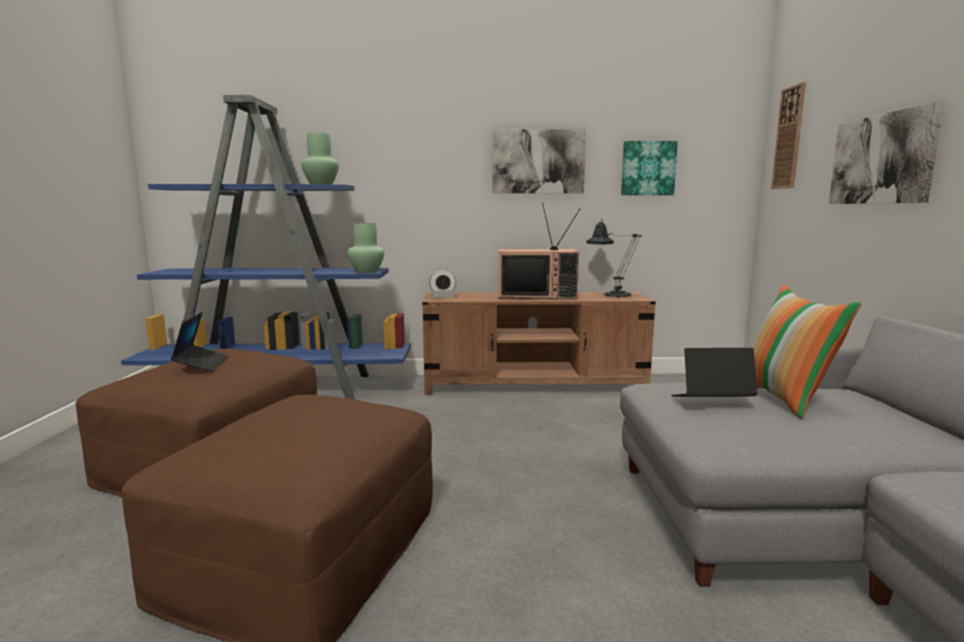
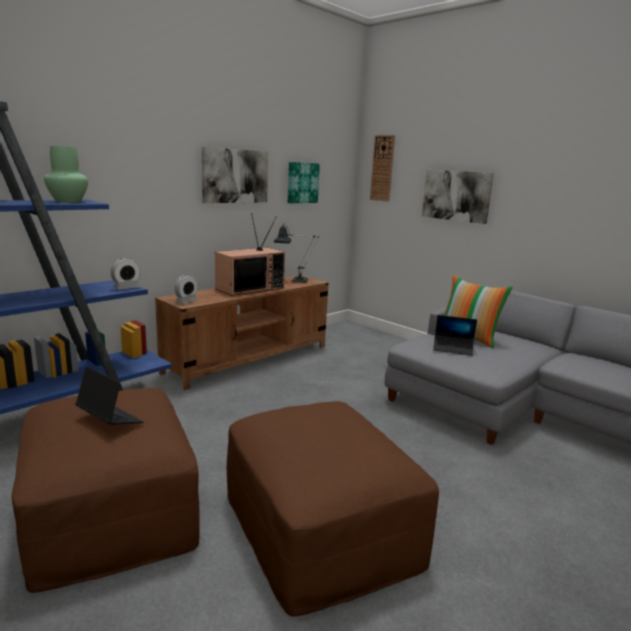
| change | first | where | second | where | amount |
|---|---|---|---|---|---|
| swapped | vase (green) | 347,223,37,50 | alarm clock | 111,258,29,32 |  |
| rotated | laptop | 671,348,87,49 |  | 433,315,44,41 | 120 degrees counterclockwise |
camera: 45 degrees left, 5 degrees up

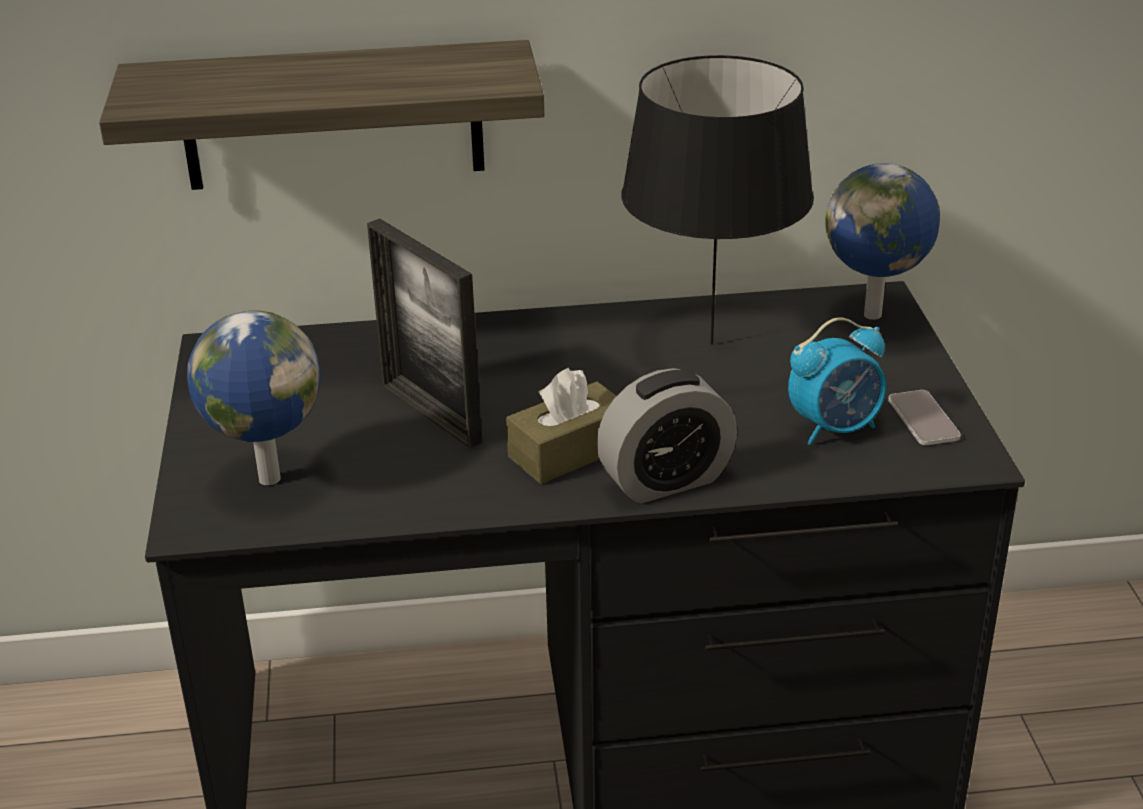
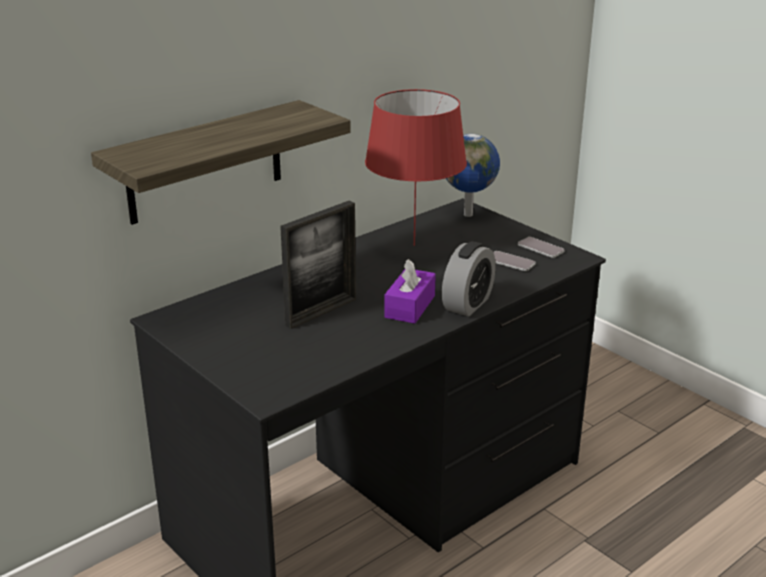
| change | first | where | second | where | amount |
|---|---|---|---|---|---|
| gone | globe | 187,310,134,175 |  |  |  |
| rotated | picture frame | 367,219,115,229 |  | 280,201,76,128 | 60 degrees counterclockwise |
| repainted | tissue box (brown) | 506,368,110,116 | tissue box (purple) | 384,259,52,65 |  |
| repainted | table lamp (black) | 622,55,192,290 | table lamp (red) | 365,89,102,157 |  |
| swapped | alarm clock | 788,317,98,128 | phone | 493,251,43,20 |  |
camera: 35 degrees left, 5 degrees down

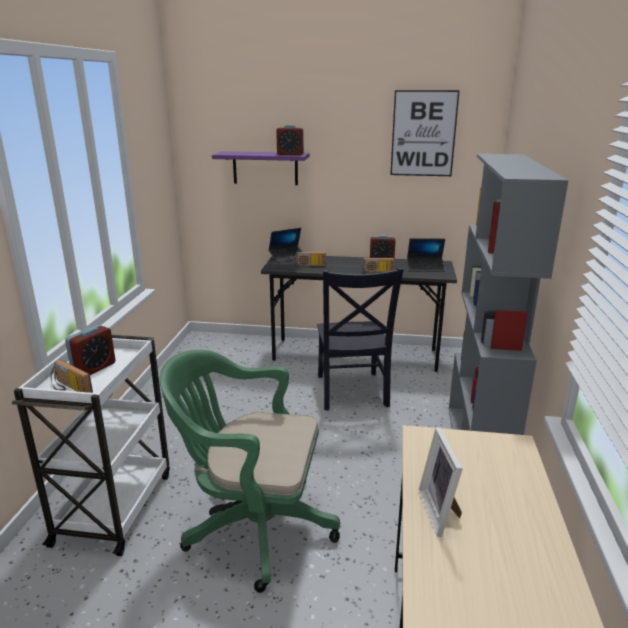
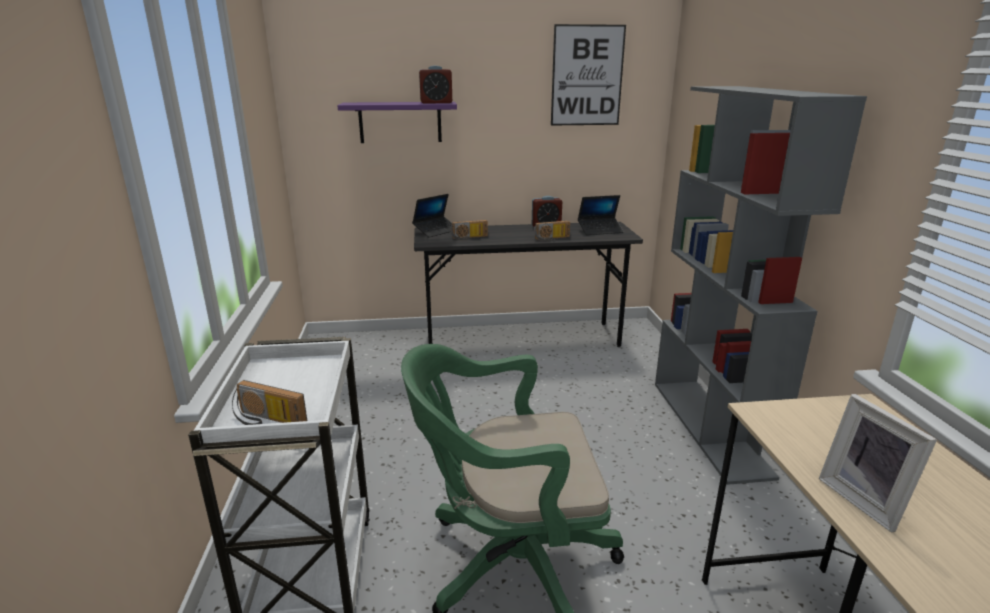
| change | first | where | second | where | amount |
|---|---|---|---|---|---|
| gone | alarm clock | 65,325,51,50 |  |  |  |
| gone | chair (black) | 317,268,87,142 |  |  |  |
camera: 15 degrees left, 0 degrees up

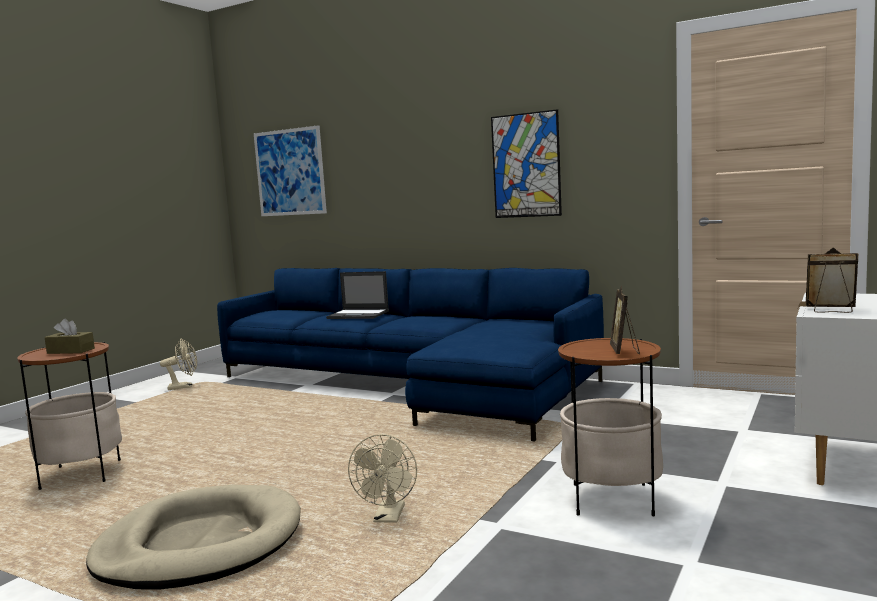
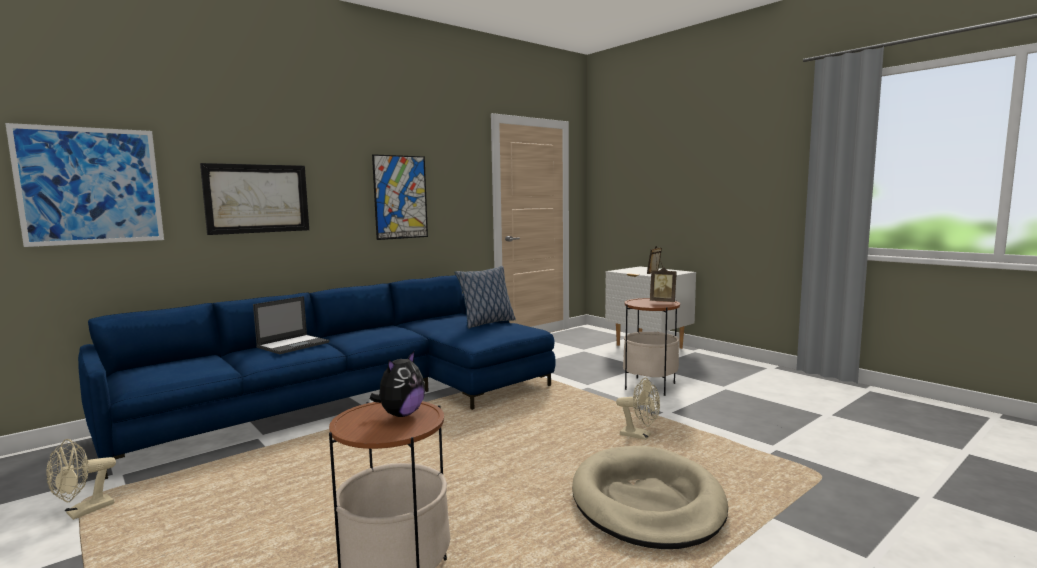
| change | first | where | second | where | amount |
|---|---|---|---|---|---|
| swapped | tissue box (brown) | 45,318,50,36 | plush toy | 370,351,55,66 |  |
| rotated | fan (beige) | 160,339,37,51 |  | 46,439,70,81 | 150 degrees counterclockwise |
| new |  |  | picture | 200,163,109,72 |  |
| new |  |  | pillow | 454,266,62,63 |  |
camera: 70 degrees left, 0 degrees up

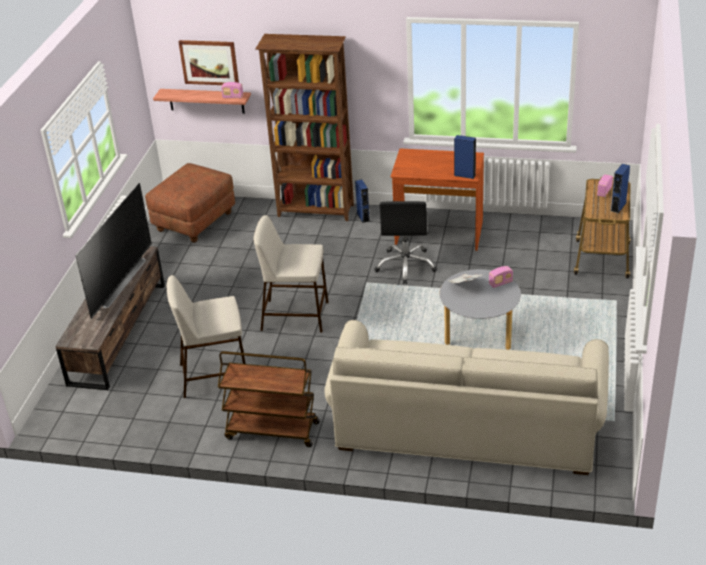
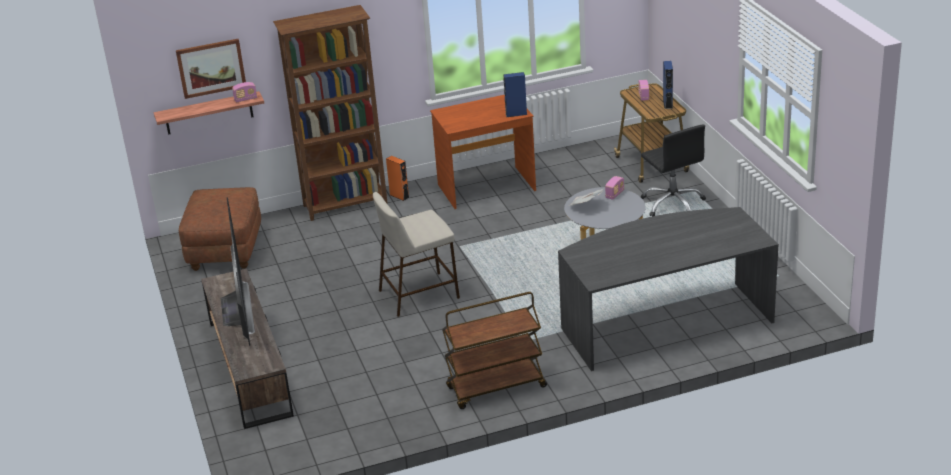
| change | first | where | second | where | amount |
|---|---|---|---|---|---|
| gone | stool (beige) | 167,275,78,123 |  |  |  |
| swapped | sofa (beige) | 324,320,285,155 | desk (grey) | 558,207,221,164 |  |
| repainted | speaker (blue) | 355,179,15,44 | speaker (orange) | 386,156,23,45 |  |
| shifted | office chair (black) | 374,201,63,83 |  | 641,124,65,92 |  |
camera: 30 degrees left, 5 degrees down

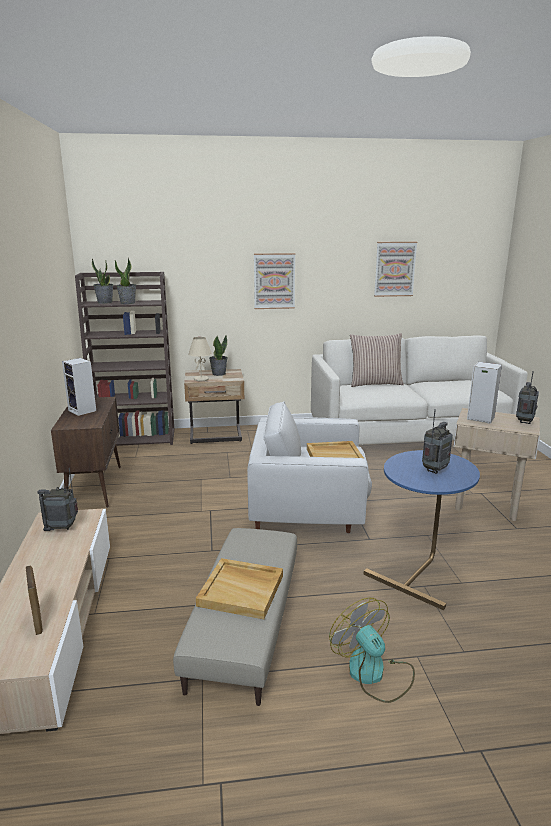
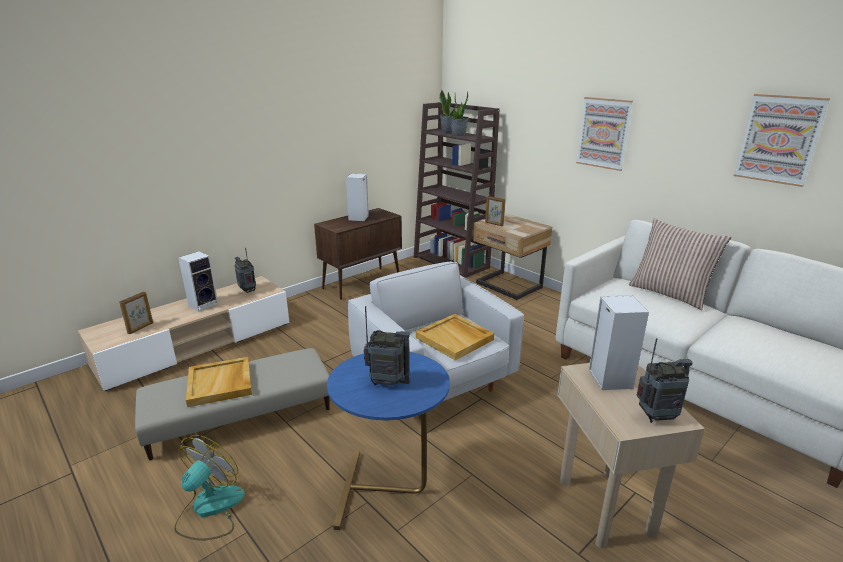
| change | first | where | second | where | amount |
|---|---|---|---|---|---|
| swapped | table lamp (beige) | 188,337,24,44 | picture frame | 485,196,20,30 |  |
| gone | potted plant | 209,335,19,41 |  |  |  |
| new |  |  | speaker | 178,251,40,61 |  |
camera: 55 degrees right, 5 degrees up

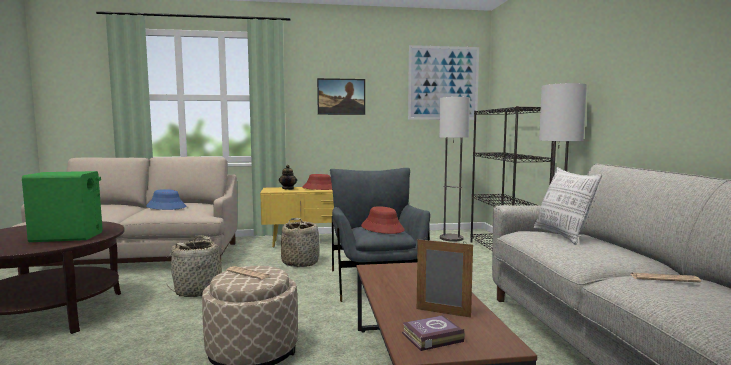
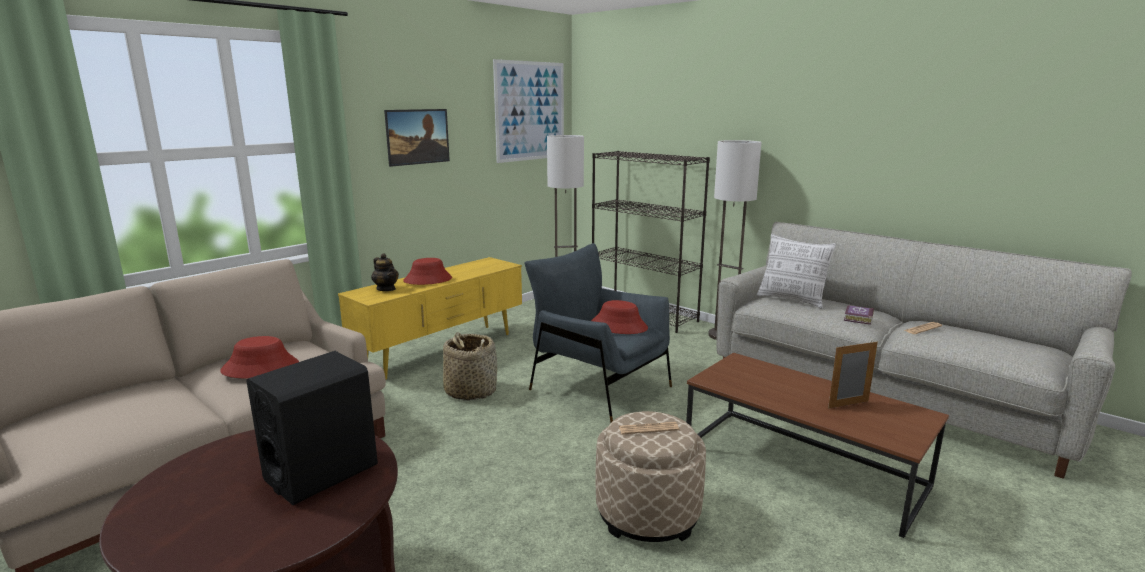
| change | first | where | second | where | amount |
|---|---|---|---|---|---|
| repainted | speaker (green) | 22,171,81,71 | speaker (black) | 247,351,131,154 |  |
| repainted | hat (blue) | 146,189,40,21 | hat (red) | 220,336,79,42 |  |
| gone | basket | 166,235,59,62 |  |  |  |
| shifted | book | 402,315,63,36 |  | 844,305,30,20 |  |
camera: 40 degrees left, 10 degrees up

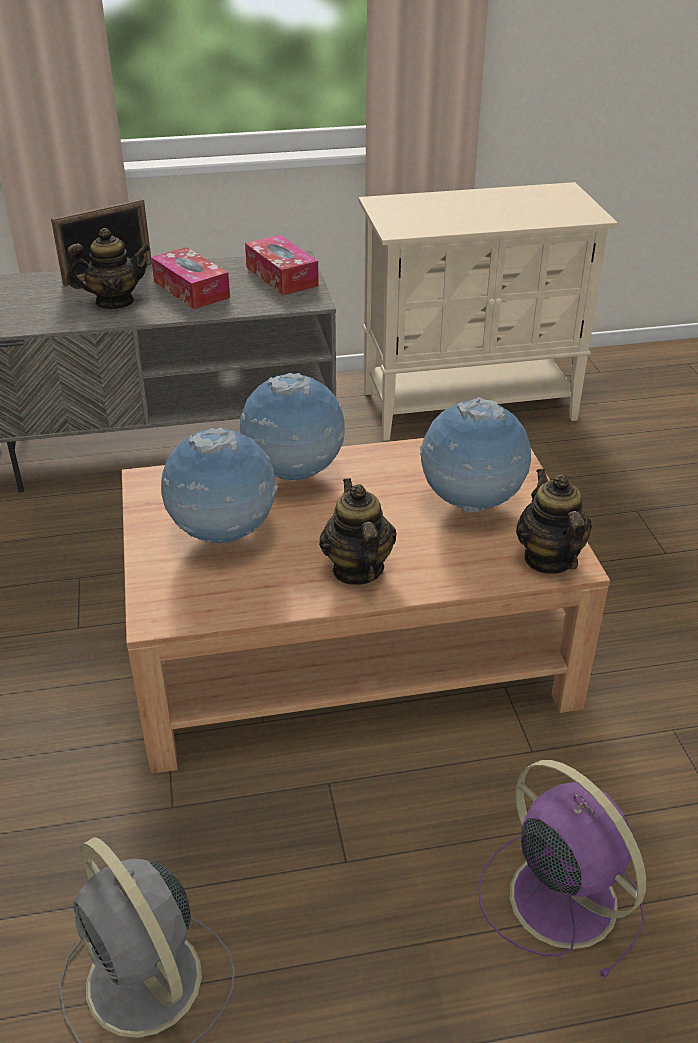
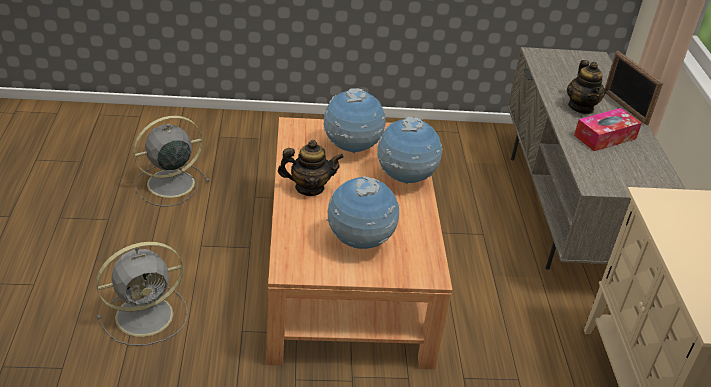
| change | first | where | second | where | amount |
|---|---|---|---|---|---|
| gone | tissue box | 245,235,74,60 |  |  |  |
| repainted | fan (purple) | 478,760,168,219 | fan (grey) | 96,242,92,104 |  |
| gone | teapot | 516,469,76,105 |  |  |  |
camera: 95 degrees right, 0 degrees up

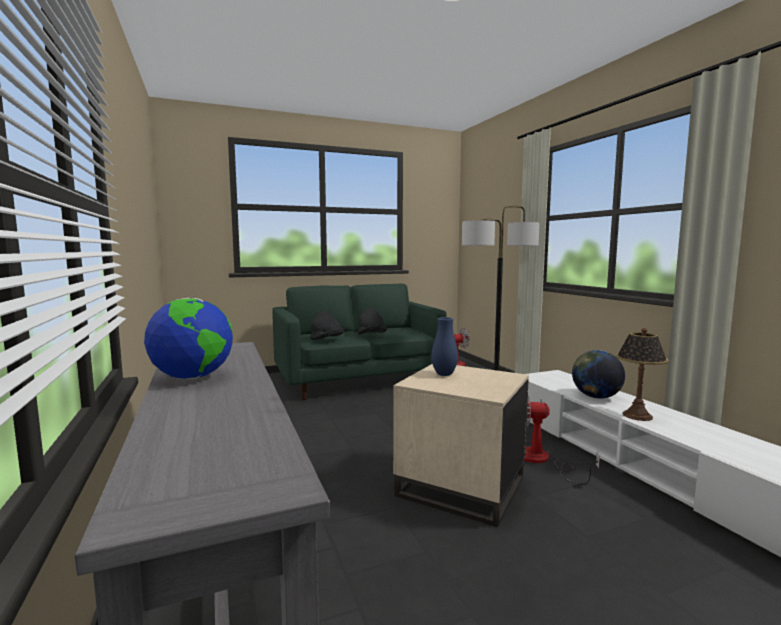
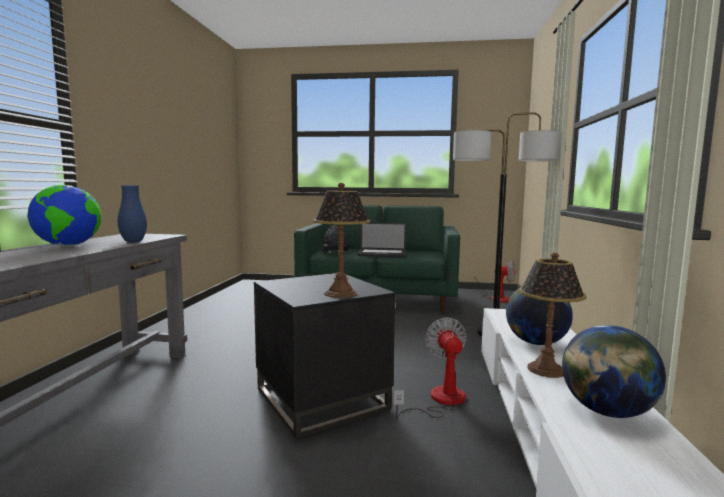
| change | first | where | second | where | amount |
|---|---|---|---|---|---|
| swapped | hat (black) | 357,308,30,26 | laptop | 357,222,49,35 |  |
| repainted | side table (beige) | 393,364,136,163 | side table (black) | 254,273,141,166 |  |
| shifted | vase (blue) | 431,317,27,59 |  | 118,185,29,57 |  |
| rotated | fan | 524,396,76,89 |  | 394,317,73,103 | 45 degrees clockwise |
| new |  |  | table lamp | 313,183,57,115 |  |
| new |  |  | globe | 562,325,104,93 |  |
camera: 30 degrees right, 0 degrees up

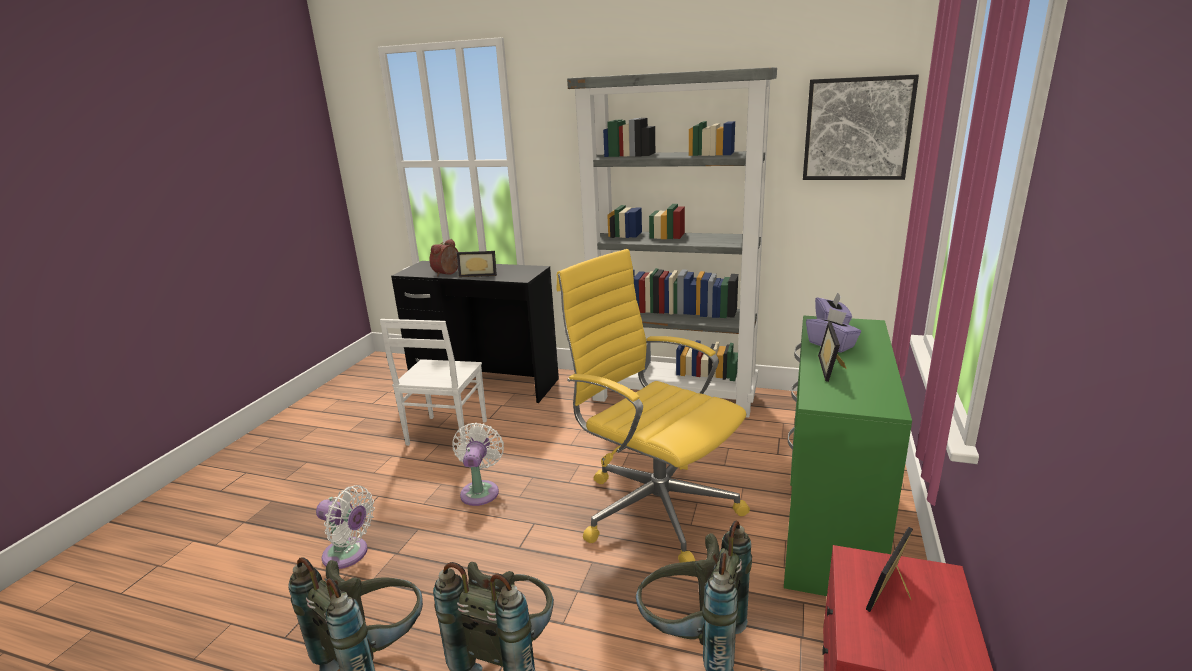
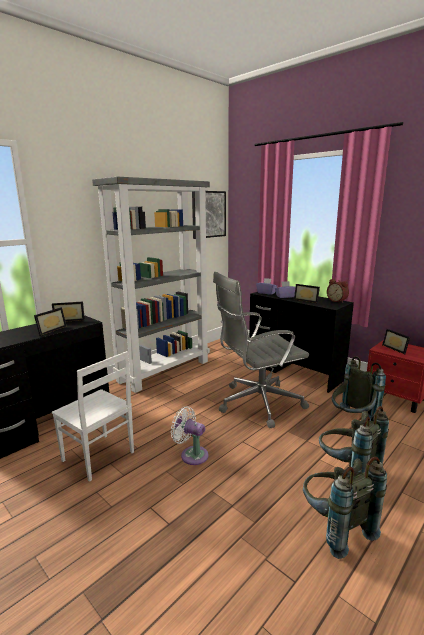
| change | first | where | second | where | amount |
|---|---|---|---|---|---|
| gone | fan (white) | 316,485,59,84 |  |  |  |
| shifted | alarm clock | 430,239,28,38 |  | 327,279,22,24 |  |
| repainted | office chair (yellow) | 556,249,194,314 | office chair (grey) | 213,272,96,156 |  |
| repainted | desk (green) | 784,316,128,280 | desk (black) | 249,292,105,101 |  |
| new |  |  | picture frame | 52,301,33,21 |  |
camera: 65 degrees left, 5 degrees down

